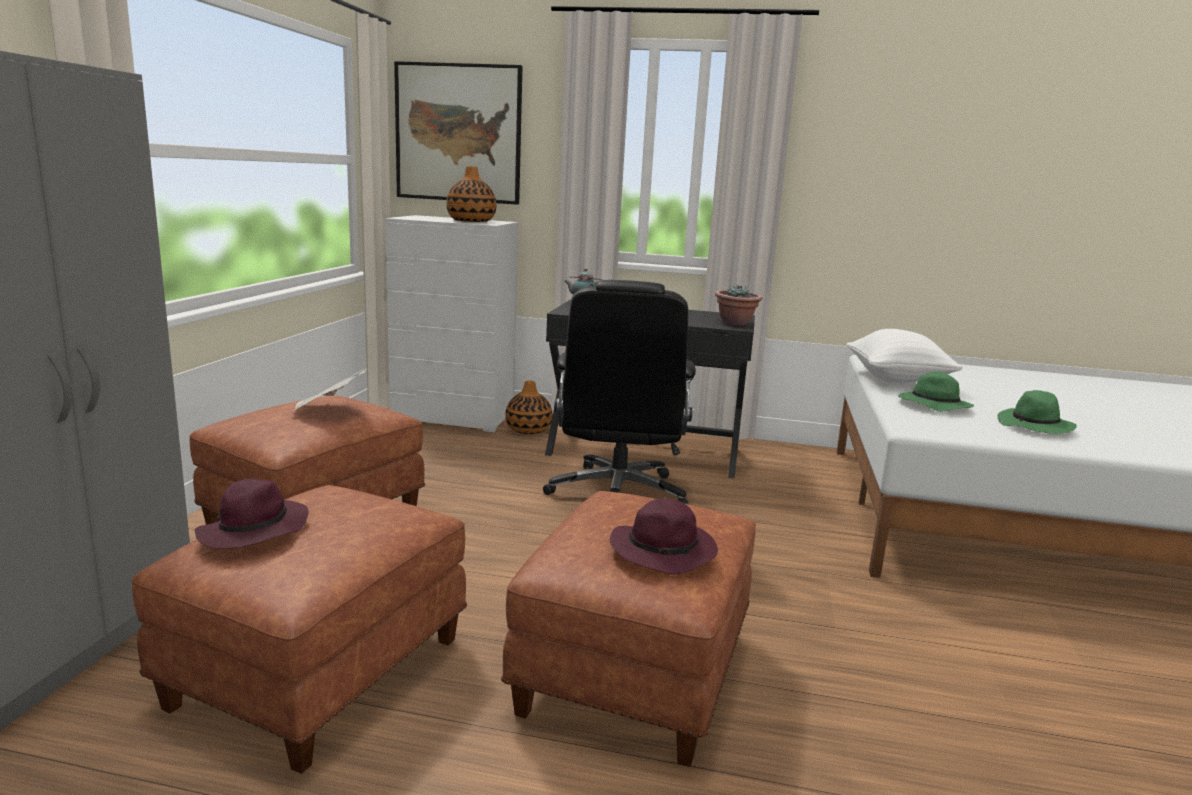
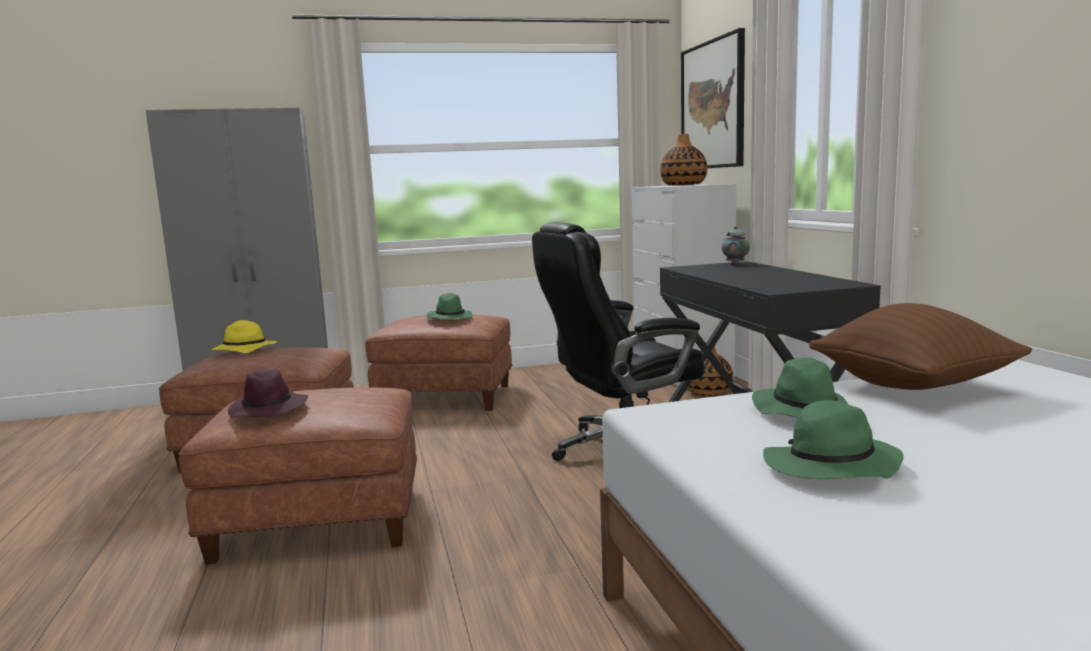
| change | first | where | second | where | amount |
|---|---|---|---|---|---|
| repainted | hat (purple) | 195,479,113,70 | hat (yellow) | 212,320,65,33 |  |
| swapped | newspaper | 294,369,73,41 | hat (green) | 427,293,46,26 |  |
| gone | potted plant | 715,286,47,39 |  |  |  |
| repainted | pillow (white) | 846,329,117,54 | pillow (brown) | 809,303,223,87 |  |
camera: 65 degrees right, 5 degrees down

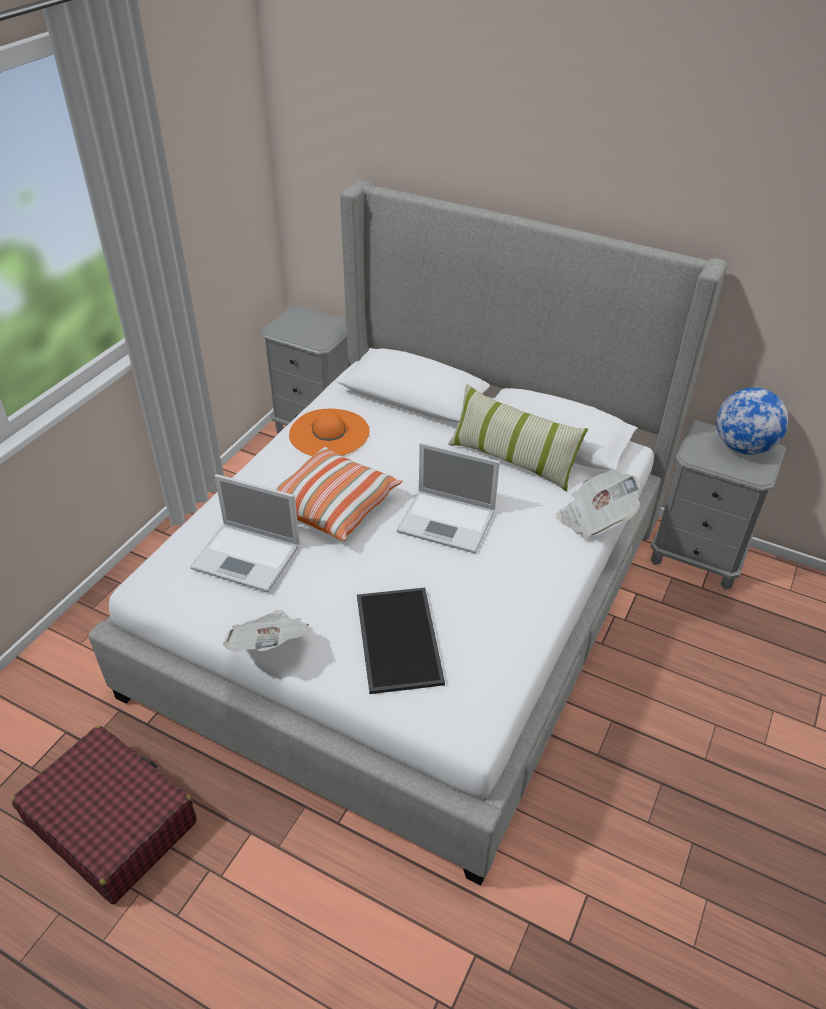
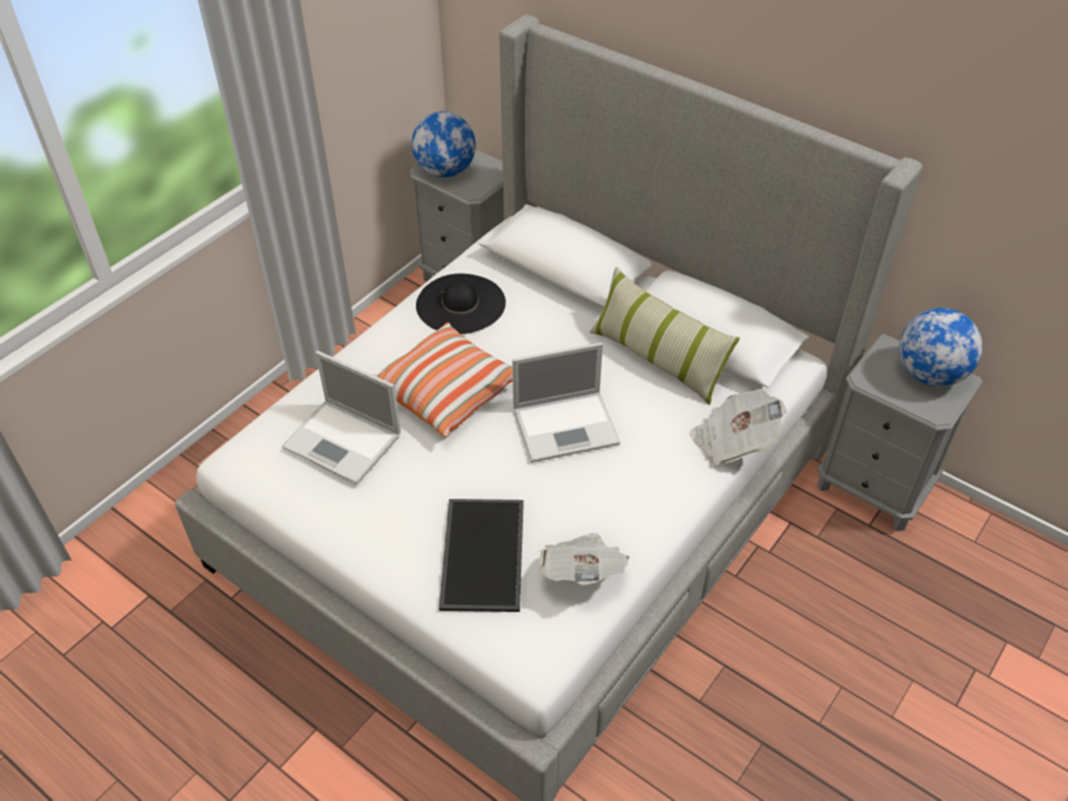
| change | first | where | second | where | amount |
|---|---|---|---|---|---|
| gone | suitcase (red) | 11,725,186,179 |  |  |  |
| shifted | newspaper | 223,610,86,42 |  | 539,533,91,52 |  |
| repainted | hat (orange) | 289,409,80,47 | hat (black) | 416,274,90,60 |  |
| rotated | laptop | 397,442,103,111 |  | 512,342,108,120 | 45 degrees counterclockwise |
| new |  |  | globe | 412,111,64,66 |  |
camera: 10 degrees right, 5 degrees up

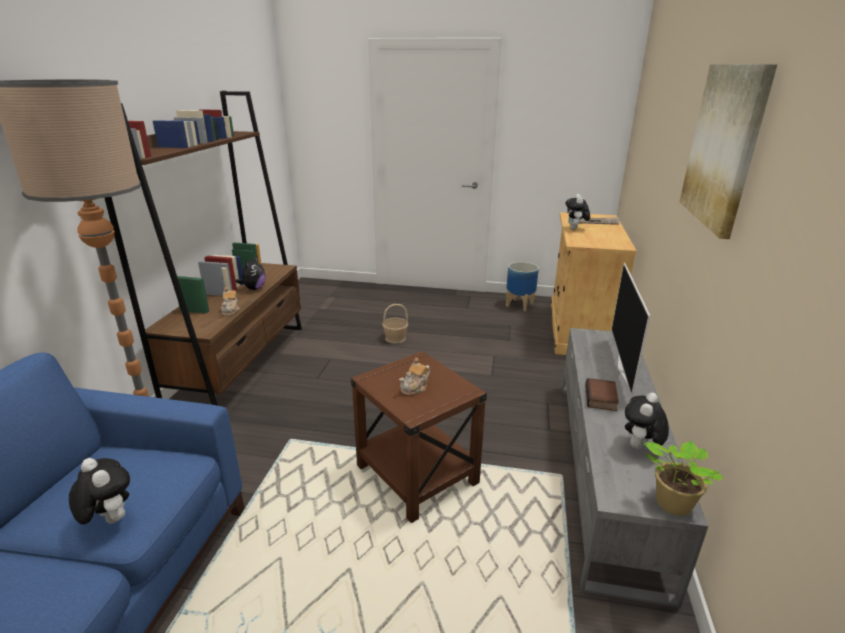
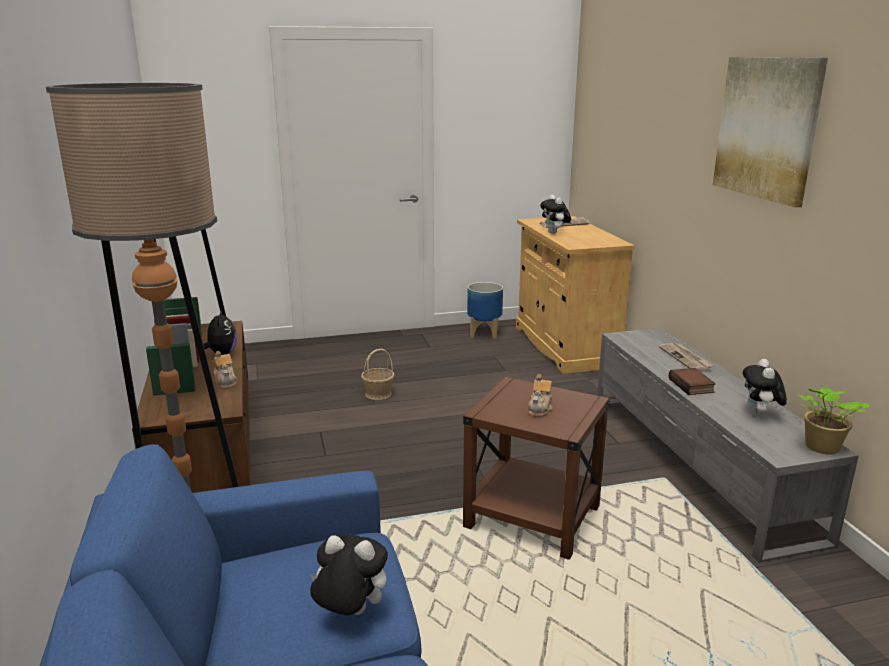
| change | first | where | second | where | amount |
|---|---|---|---|---|---|
| swapped | television | 611,263,39,133 | newspaper | 659,343,55,28 |  |
camera: 25 degrees left, 5 degrees down

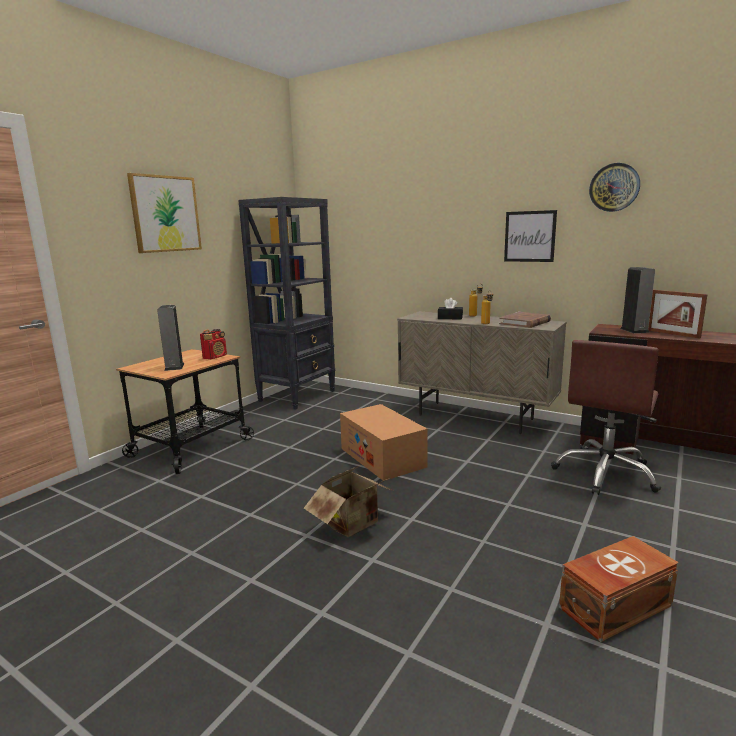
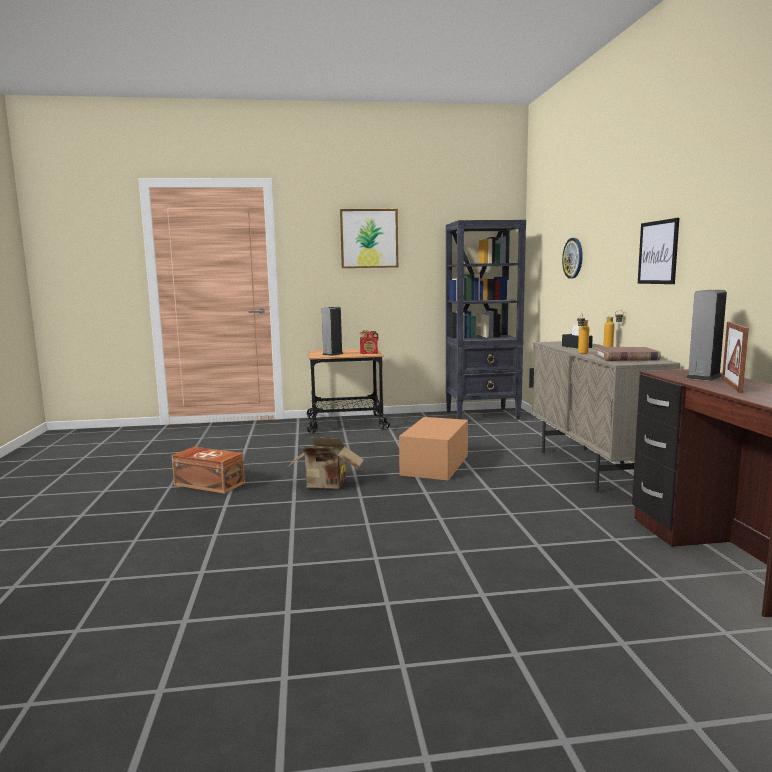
| change | first | where | second | where | amount |
|---|---|---|---|---|---|
| gone | office chair (brown) | 551,340,110,155 |  |  |  |
| shifted | storage box (brown) | 559,536,120,106 |  | 172,447,73,47 |  |
| shifted | wall clock | 589,163,51,49 |  | 562,238,21,40 |  |
camera: 50 degrees right, 5 degrees down

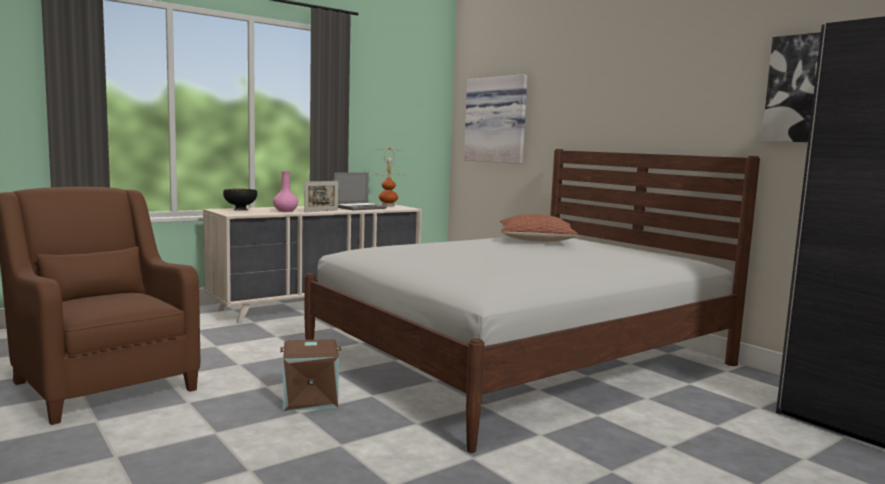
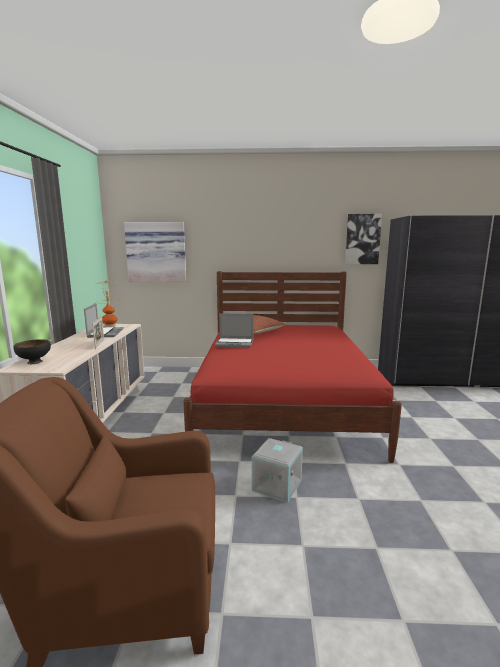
| change | first | where | second | where | amount |
|---|---|---|---|---|---|
| gone | vase (pink) | 273,171,25,41 |  |  |  |
| repainted | storage box (brown) | 280,339,61,72 | storage box (grey) | 252,438,51,65 |  |
| repainted | bed (white) | 305,149,455,304 | bed (red) | 184,271,218,192 |  |
| new |  |  | laptop | 215,313,38,35 |  |
camera: 50 degrees left, 5 degrees up

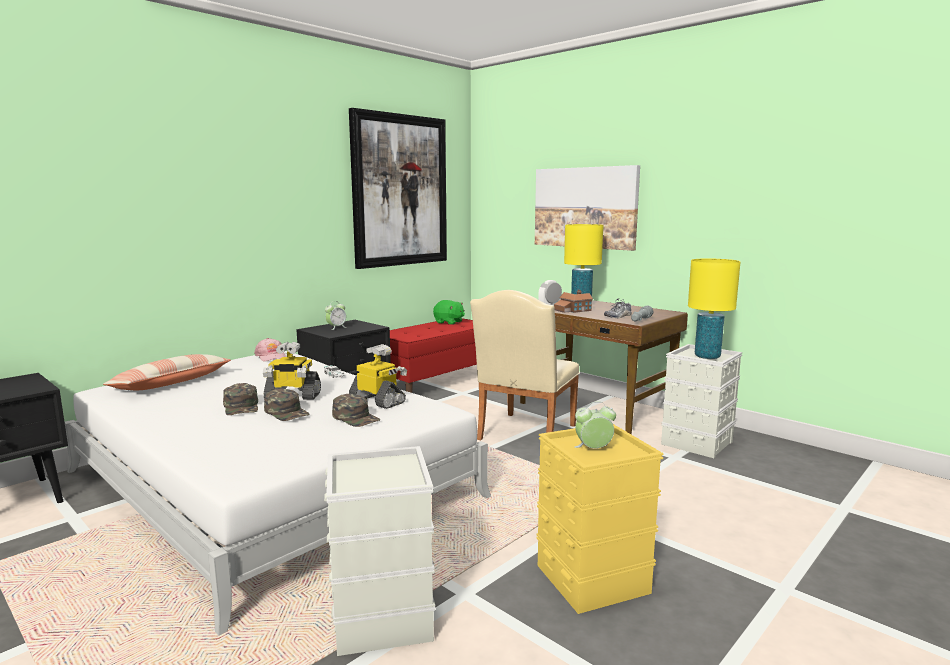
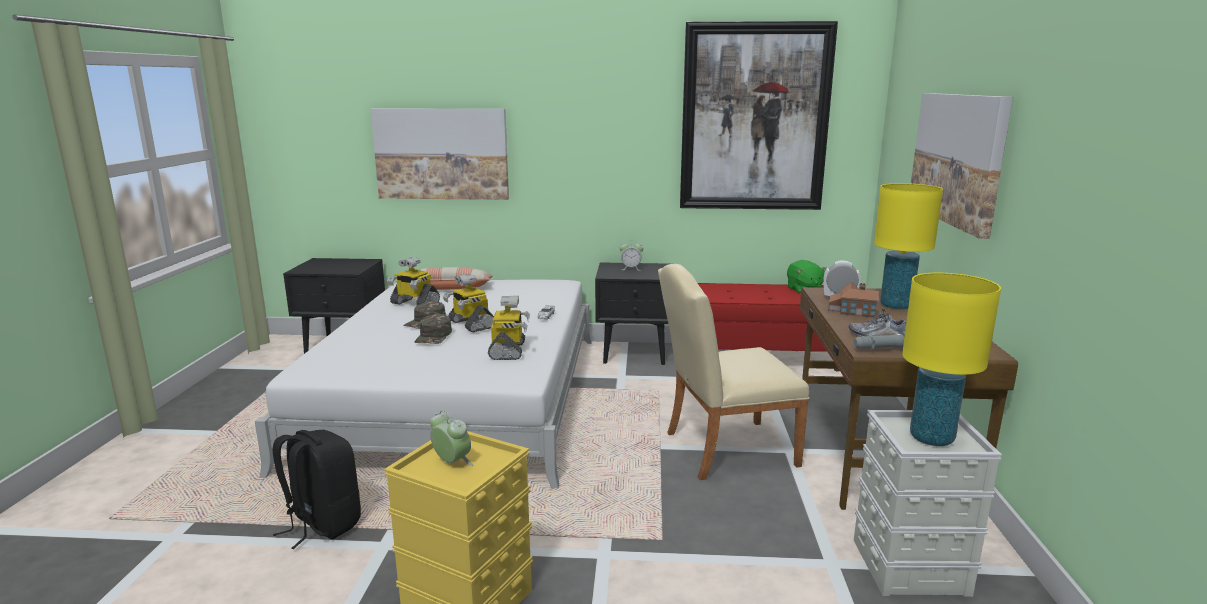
| change | first | where | second | where | amount |
|---|---|---|---|---|---|
| gone | cap (pink) | 254,338,32,23 |  |  |  |
| swapped | storage box (grey) | 324,446,111,210 | backpack (black) | 273,430,88,119 |  |
| gone | cap (green) | 332,394,48,33 |  |  |  |
| new |  |  | picture | 370,108,139,92 |  |
| new |  |  | toy robot | 387,257,53,48 |  |
camera: 50 degrees right, 5 degrees up

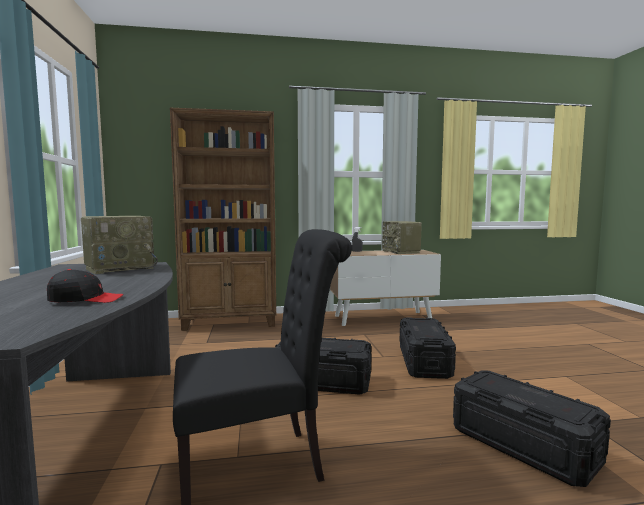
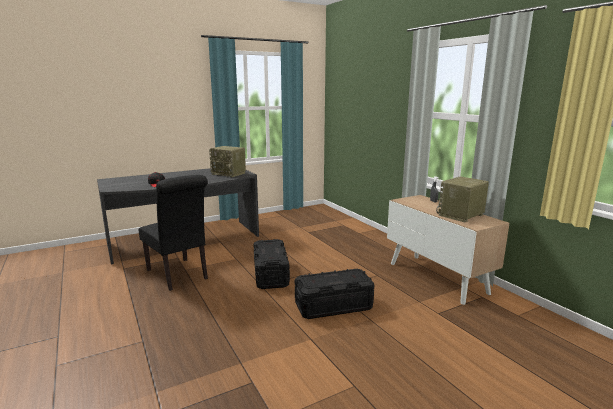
| change | first | where | second | where | amount |
|---|---|---|---|---|---|
| gone | bookcase (brown) | 170,108,106,223 |  |  |  |
| gone | storage box (black) | 453,370,158,117 |  |  |  |
camera: 70 degrees right, 10 degrees up

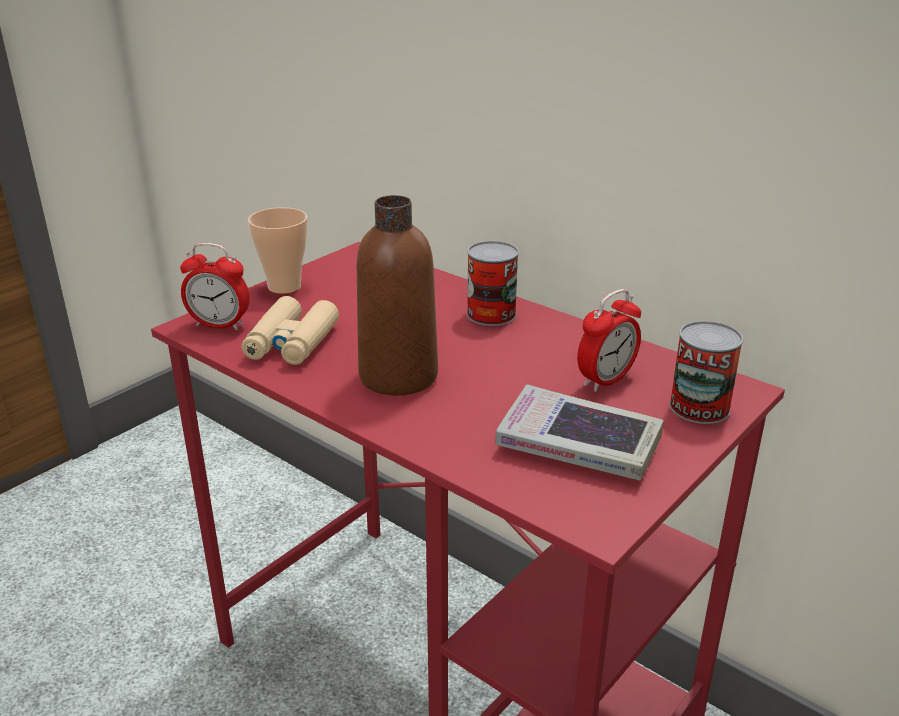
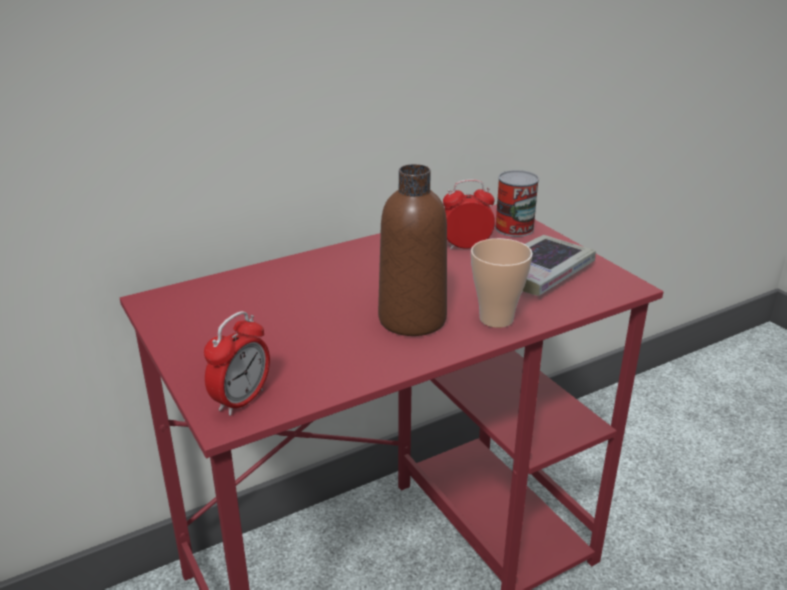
| change | first | where | second | where | amount |
|---|---|---|---|---|---|
| gone | binoculars (beige) | 241,296,98,69 |  |  |  |
| shifted | cup | 248,207,60,87 |  | 471,238,62,90 |  |
| gone | can | 467,241,52,85 |  |  |  |
| rotated | alarm clock | 577,289,64,103 |  | 443,179,52,71 | 75 degrees counterclockwise |
camera: 70 degrees left, 0 degrees up

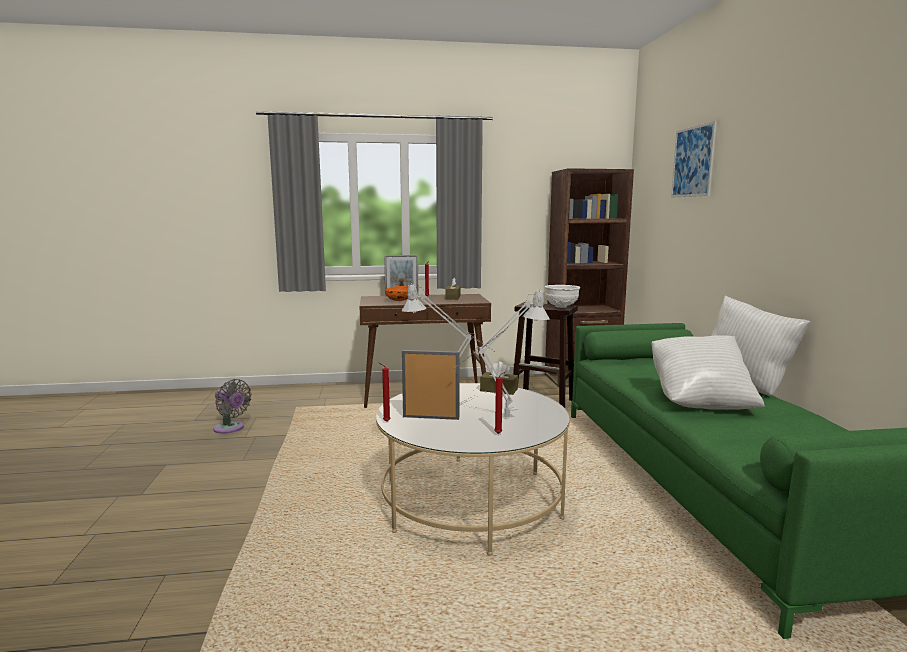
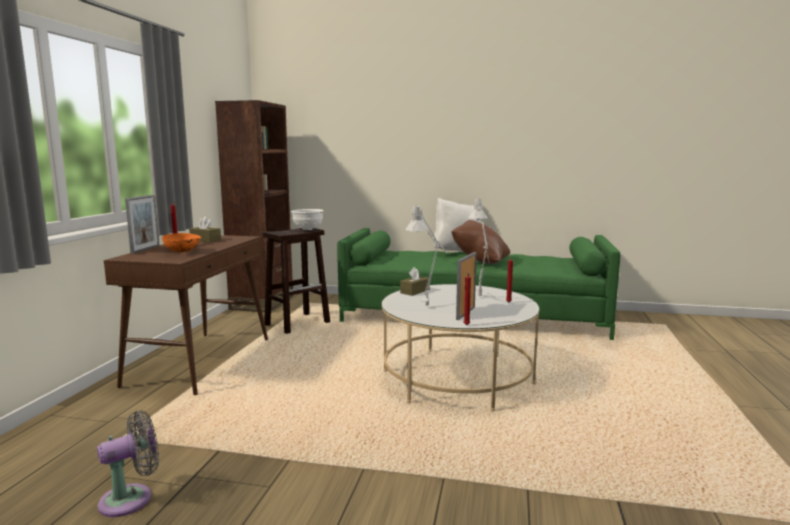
| change | first | where | second | where | amount |
|---|---|---|---|---|---|
| repainted | pillow (white) | 651,335,114,75 | pillow (brown) | 452,220,58,44 |  |
| gone | picture | 671,121,46,77 |  |  |  |
camera: 70 degrees left, 0 degrees up

